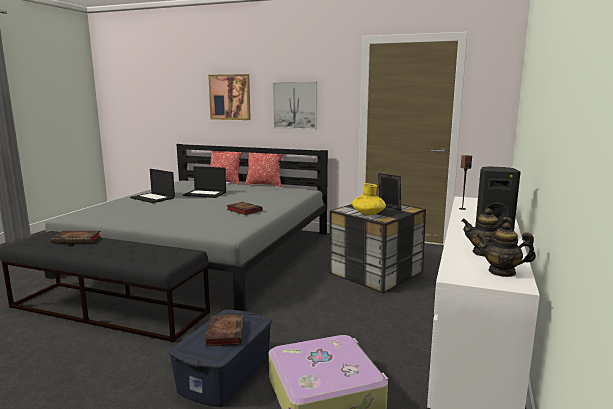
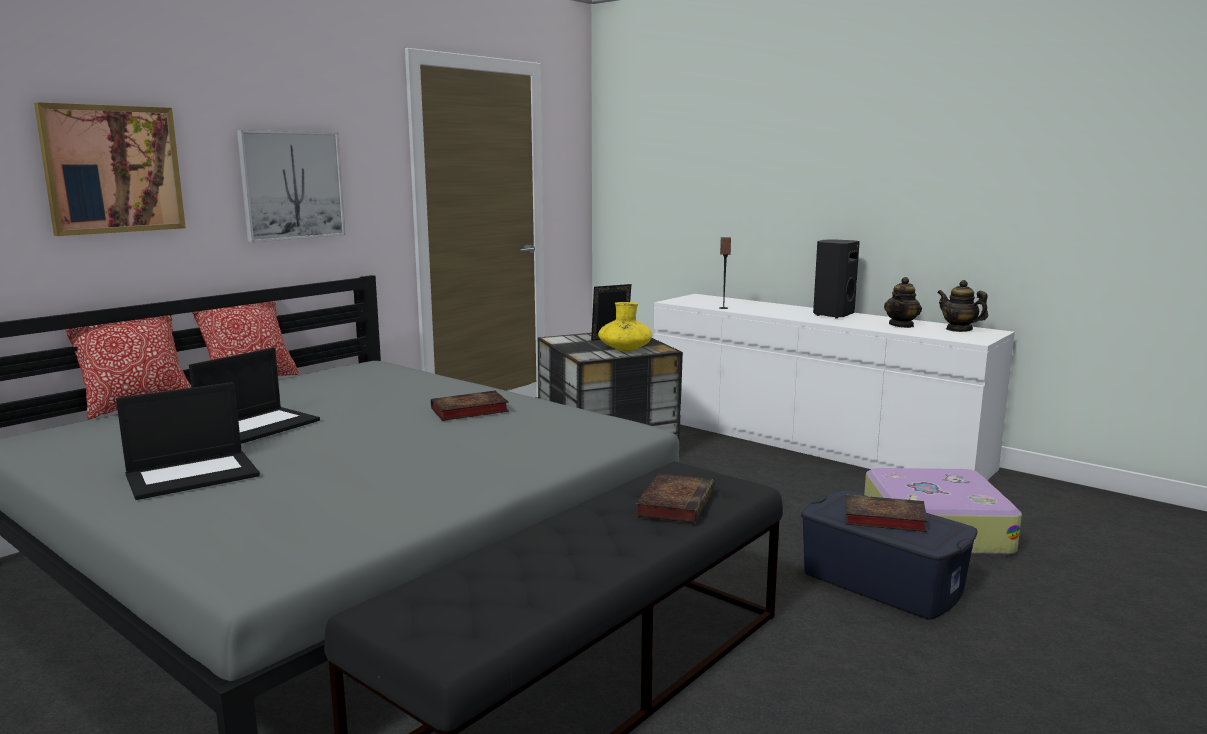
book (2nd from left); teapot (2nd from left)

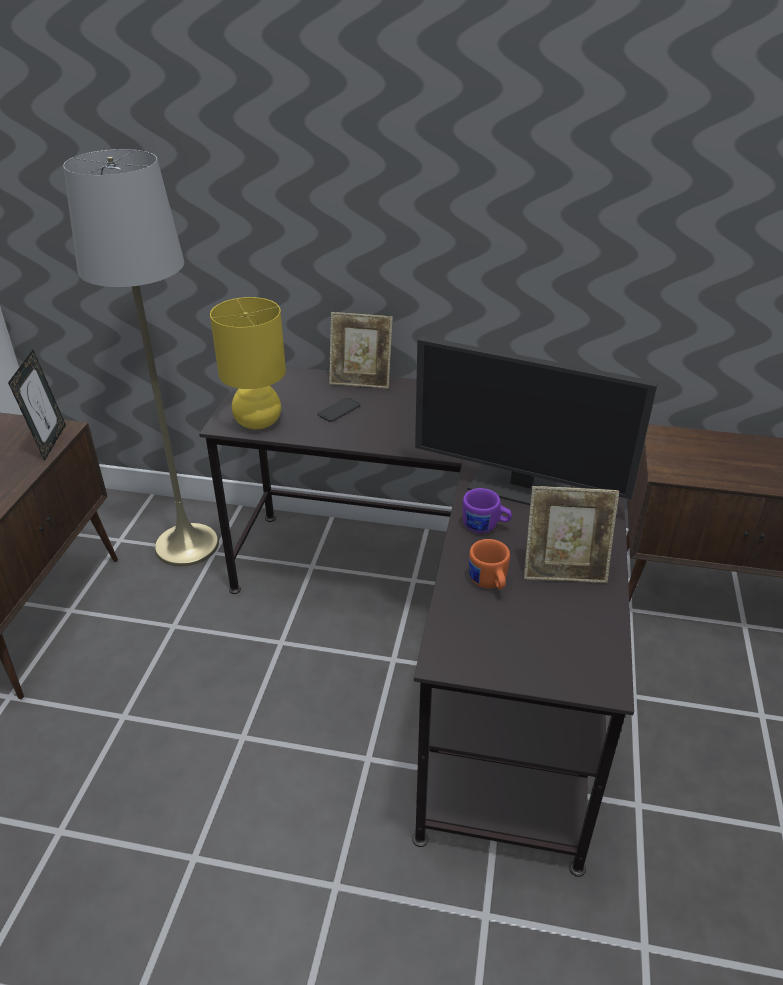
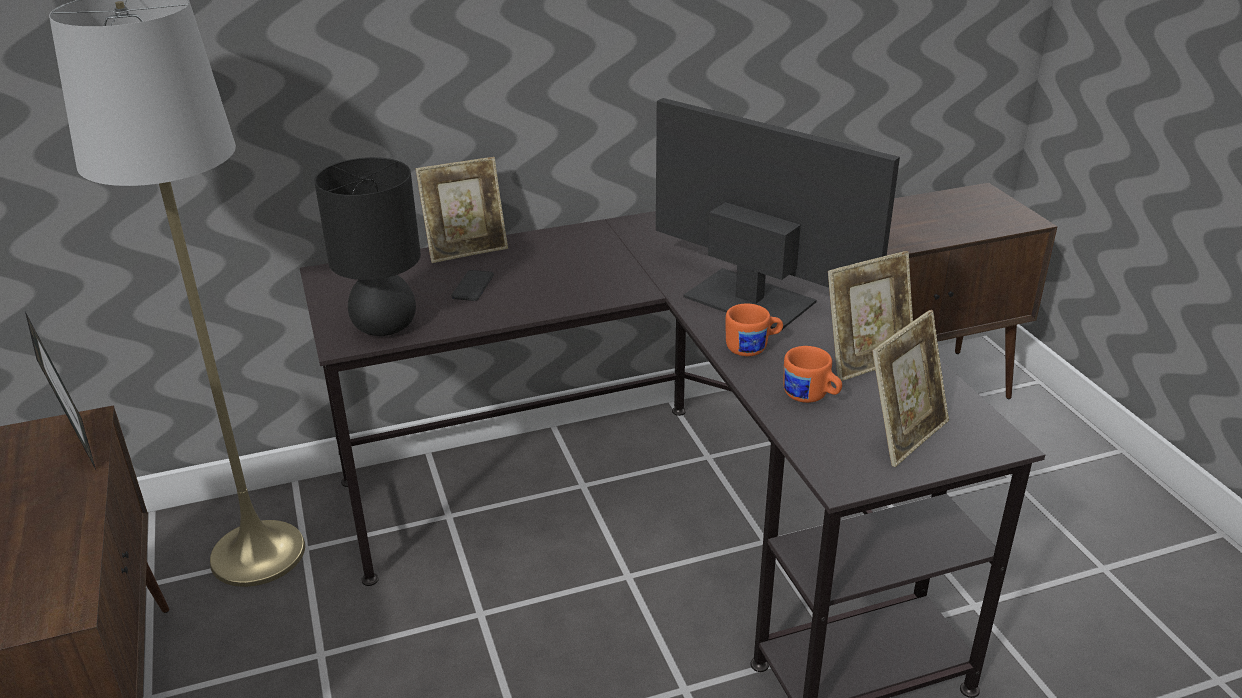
table lamp (black); monitor; mug (orange) (1st from left); picture frame (4th from left)

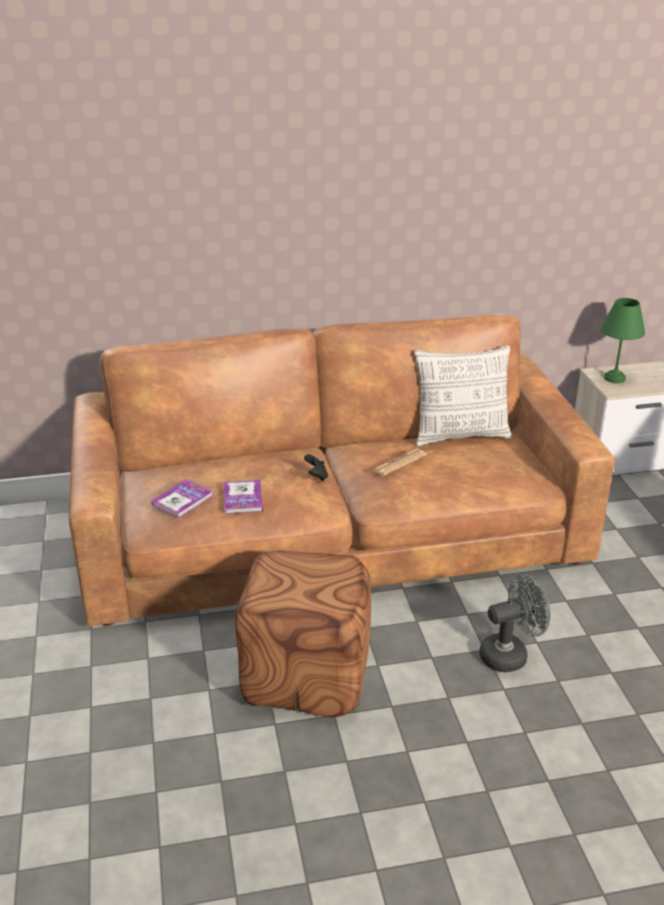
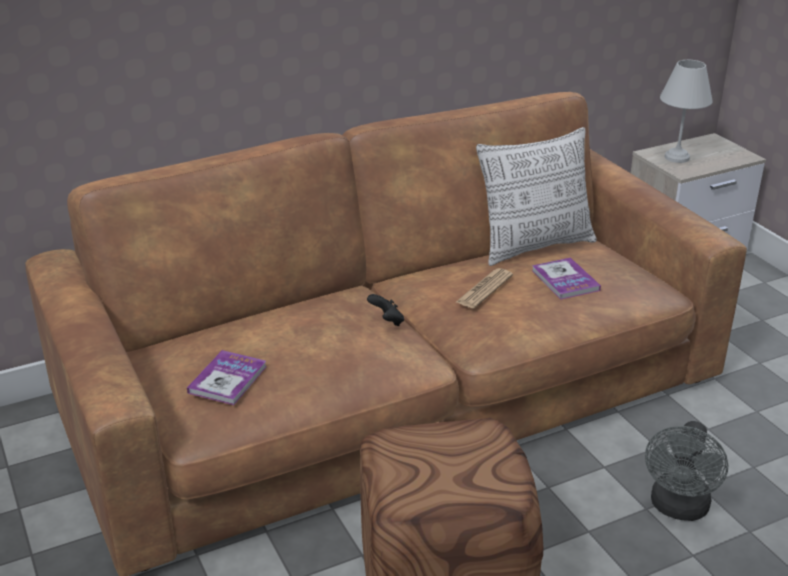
book (2nd from left); fan (grey); table lamp (white)

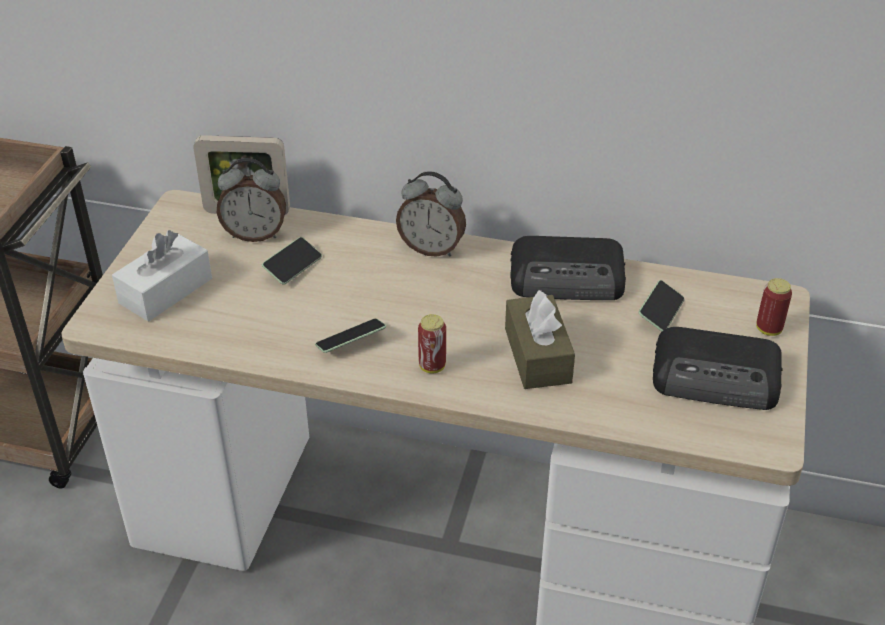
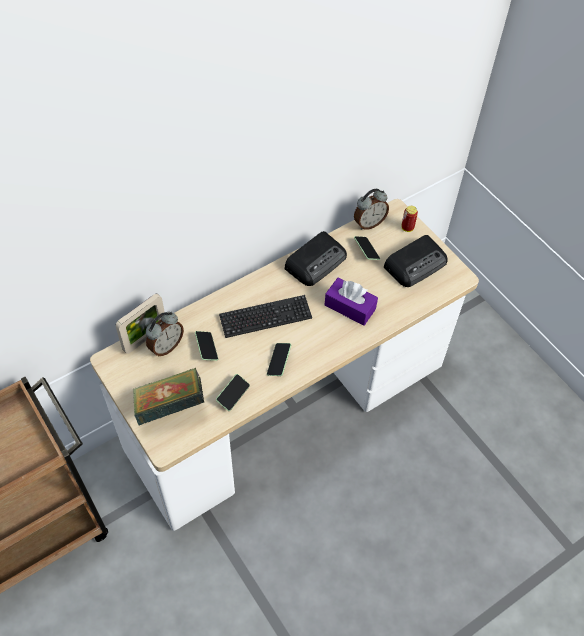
book; phone (2nd from left); keyboard; tissue box (purple); alarm clock (2nd from left); can (1st from left in the first image)

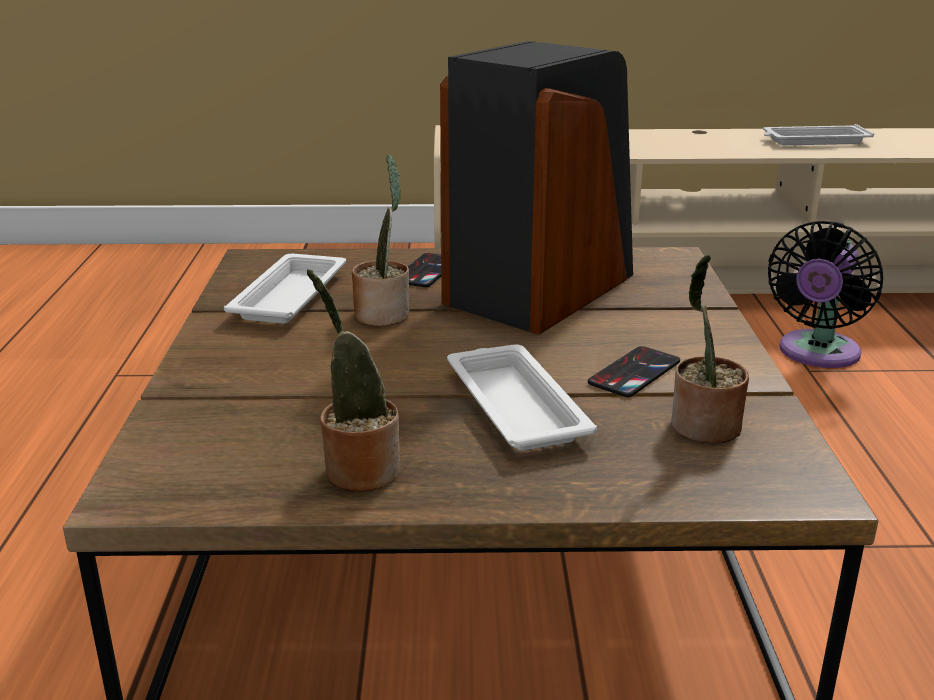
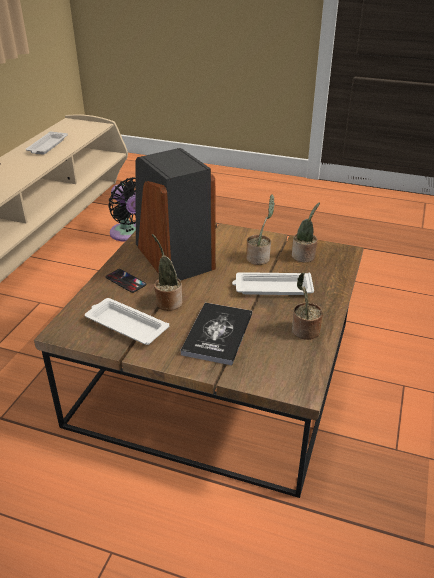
book; potted plant (2nd from left)

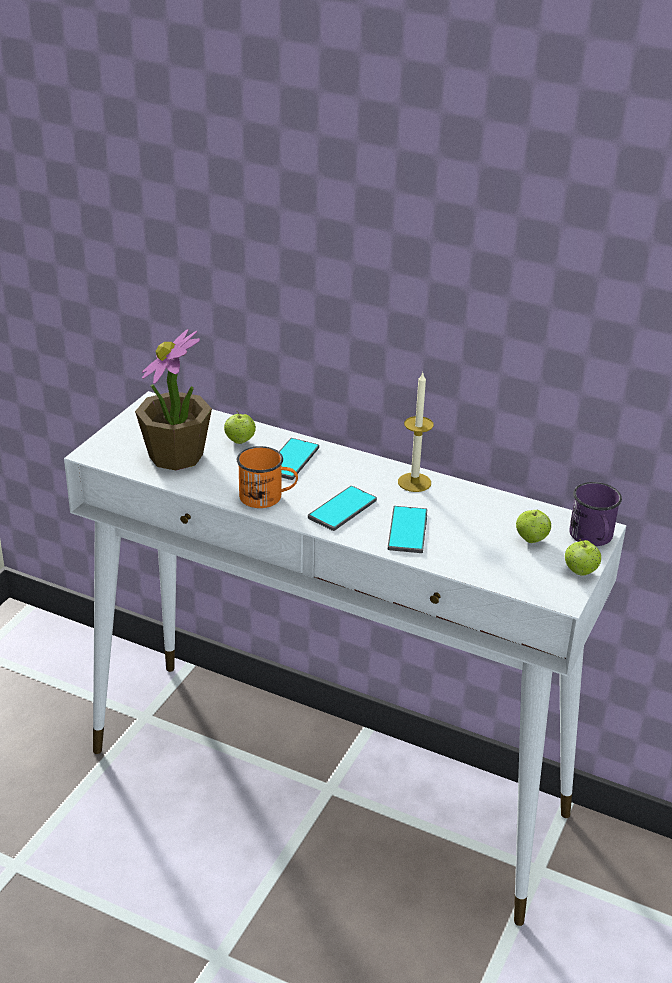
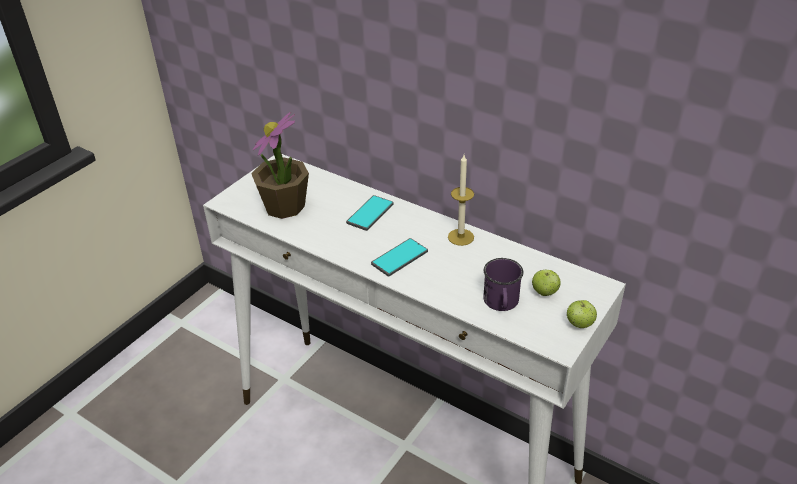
mug (purple); apple (1st from left in the first image); mug (orange); phone (3rd from left in the first image)

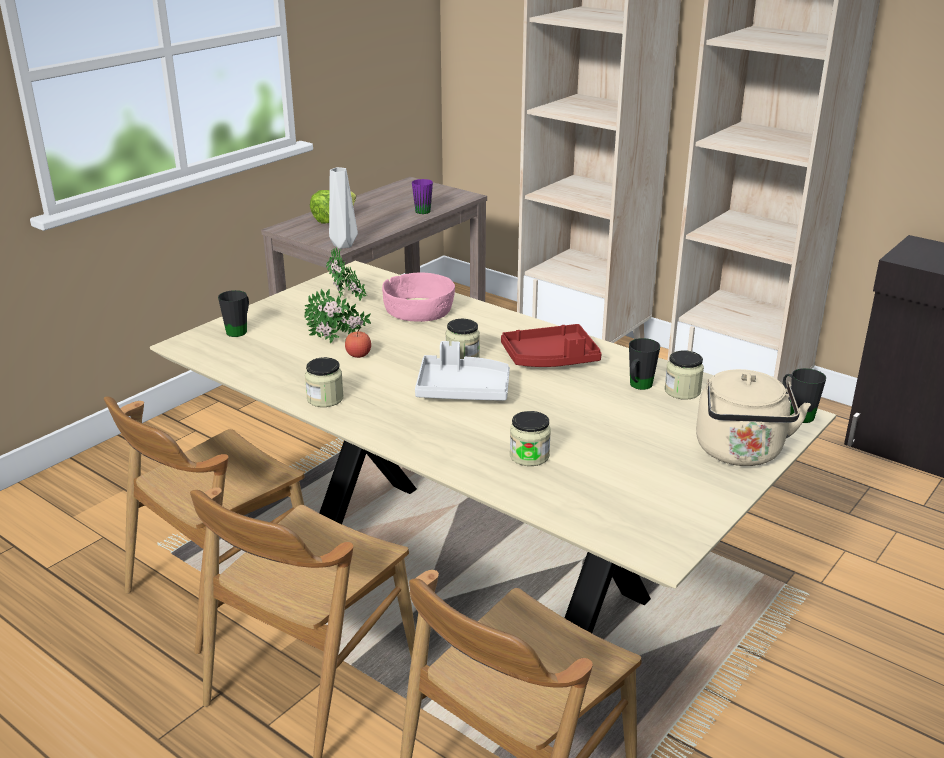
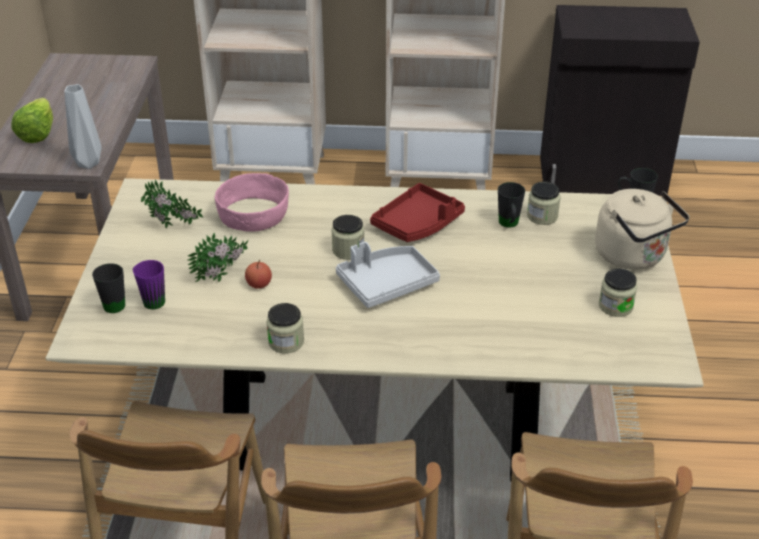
mug (purple); jar (4th from left)

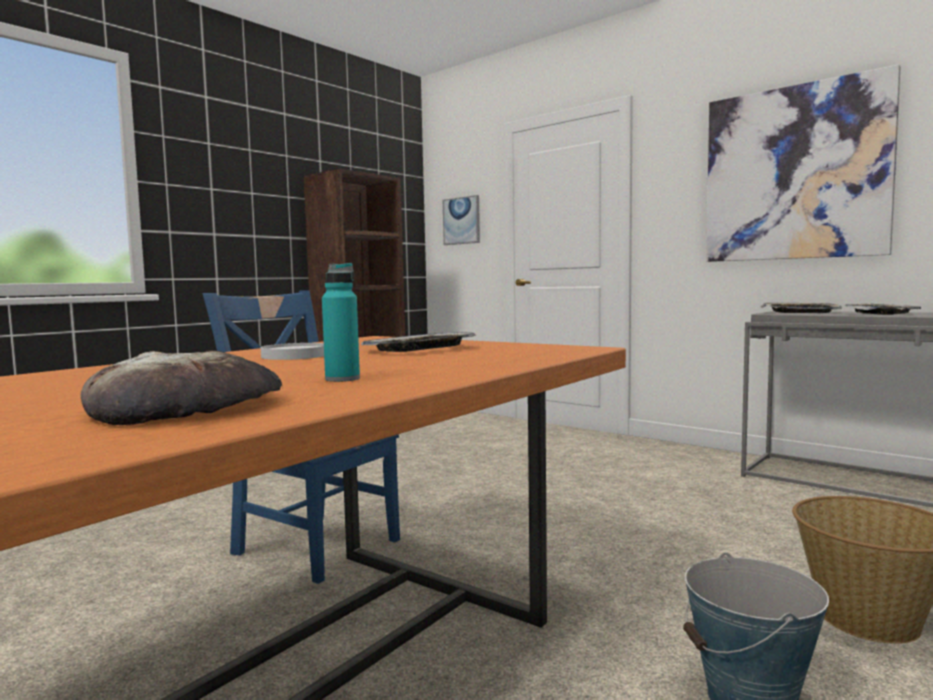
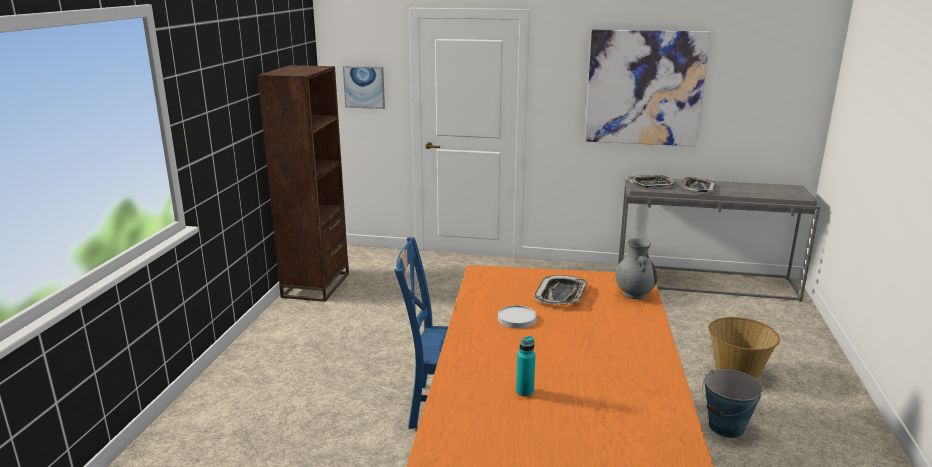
bottle (turquoise); vase (grey); bread

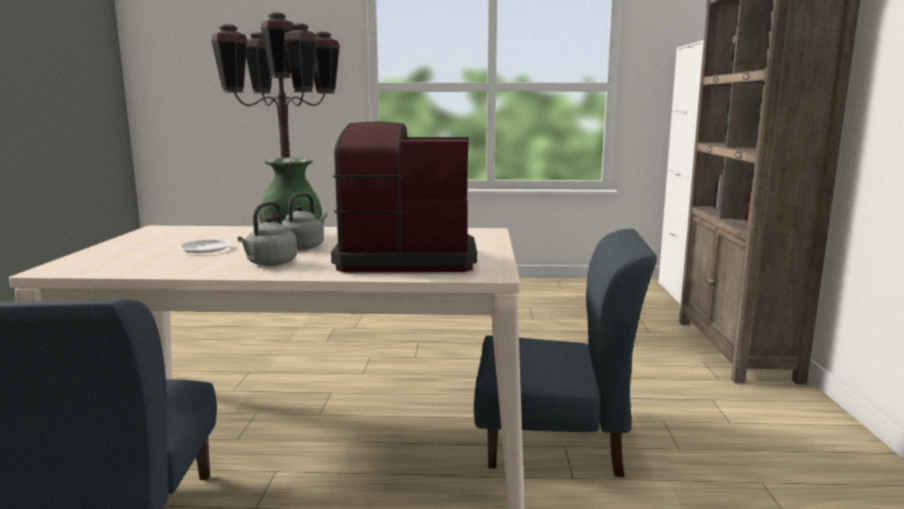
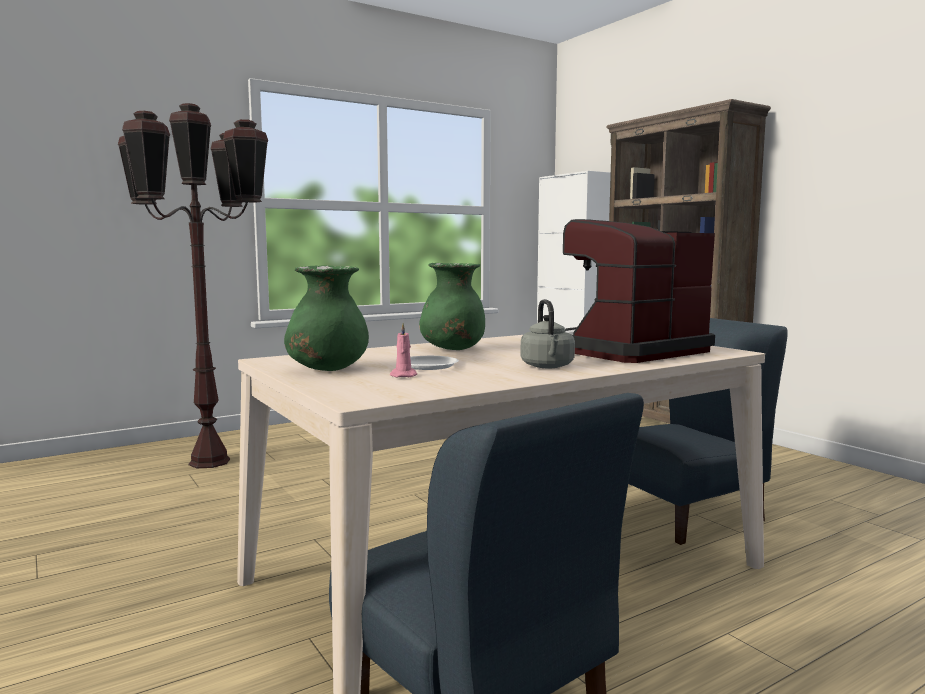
vase (green) (1st from left); candle (pink); kettle (grey) (2nd from left in the first image)

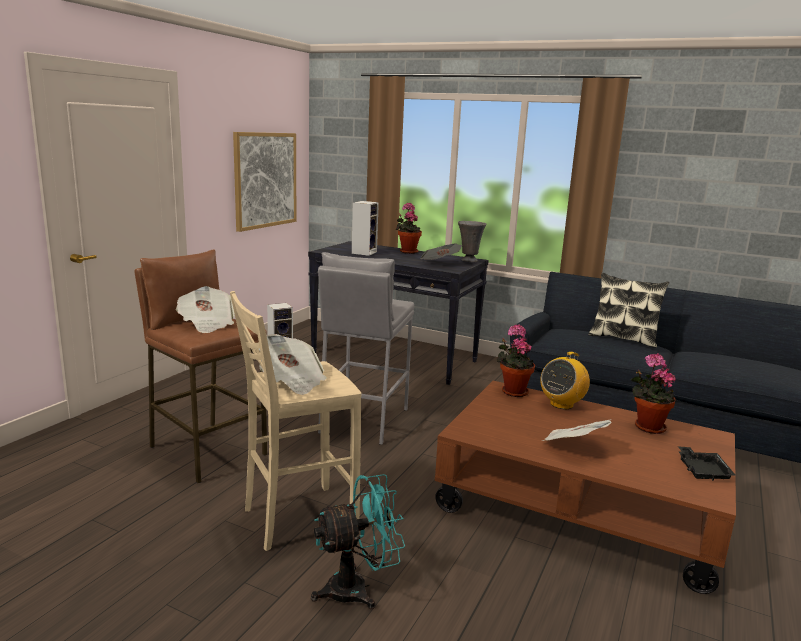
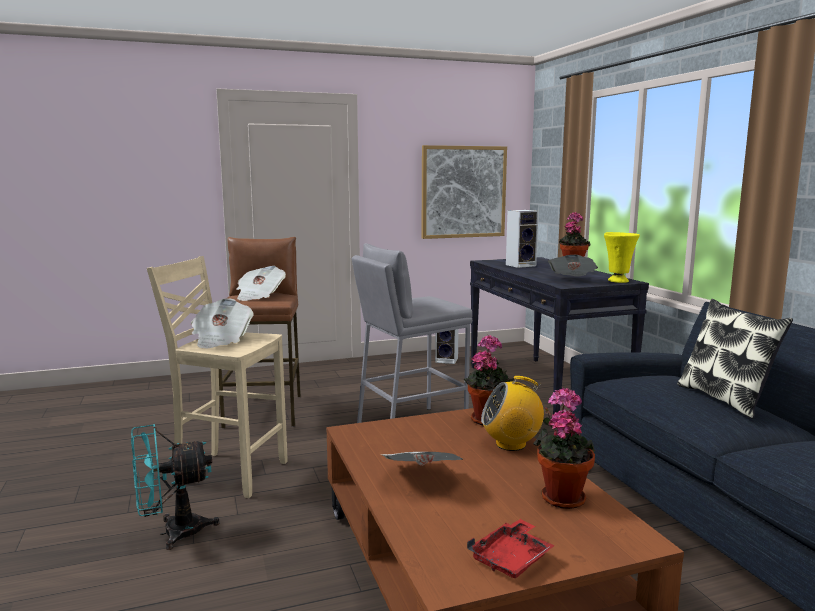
fan (turquoise); tray (red); vase (yellow)

